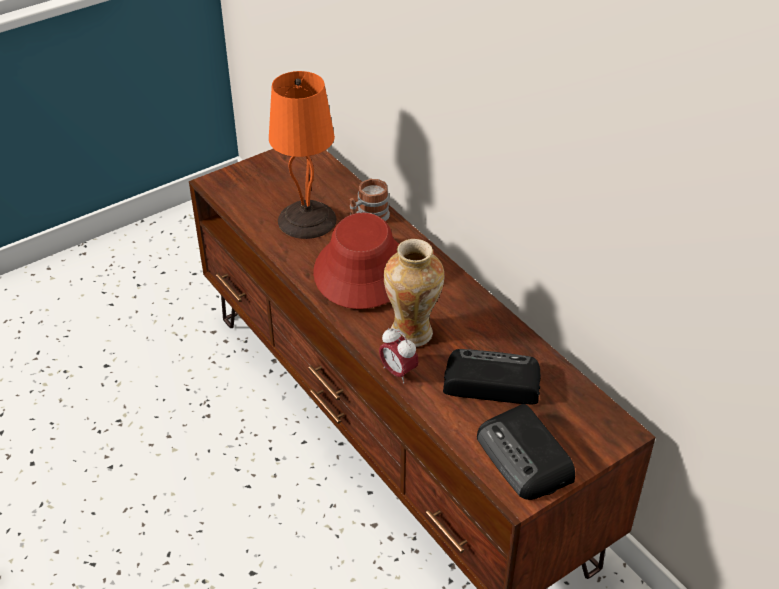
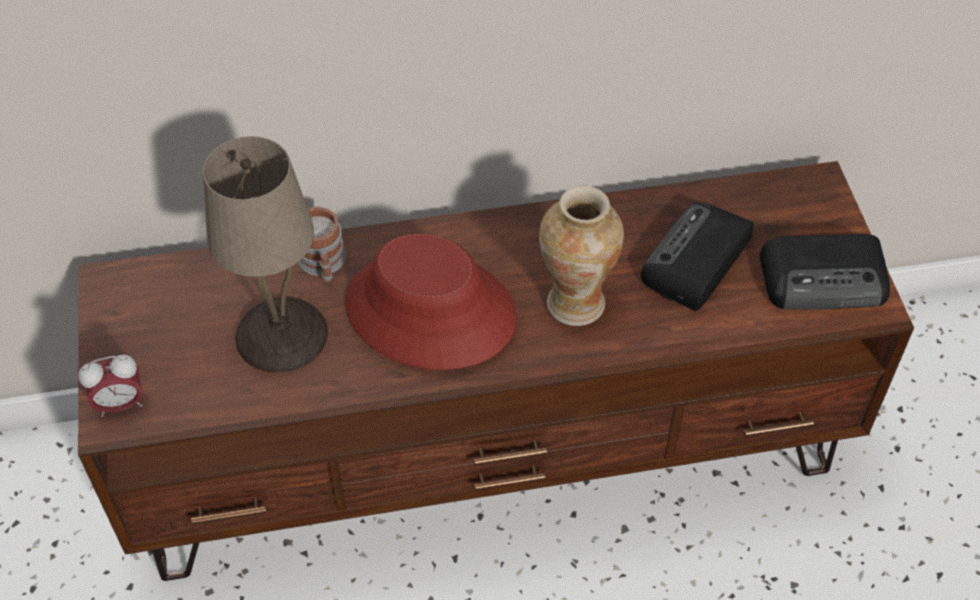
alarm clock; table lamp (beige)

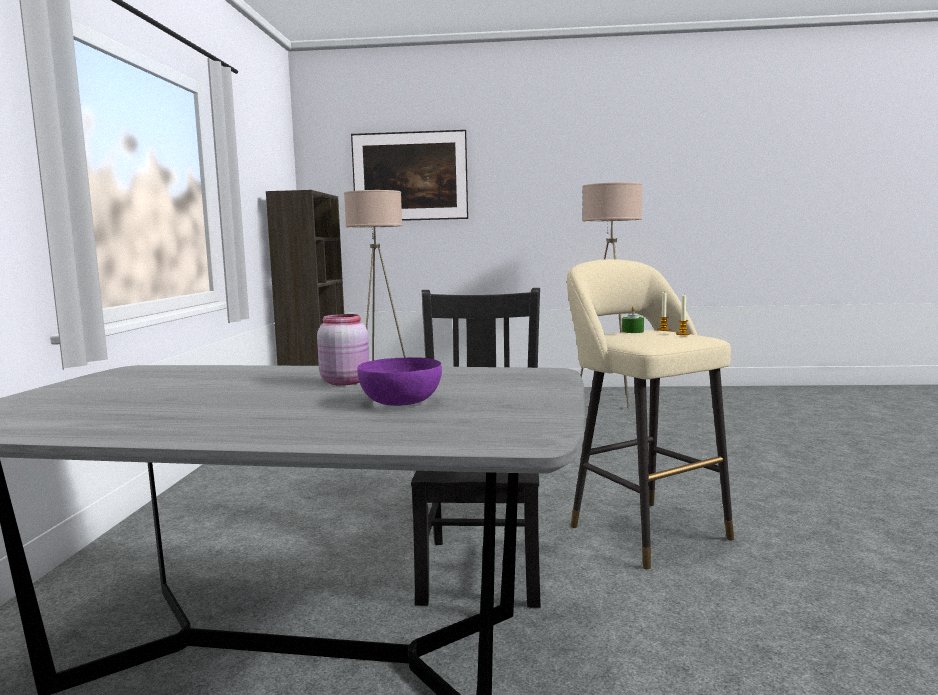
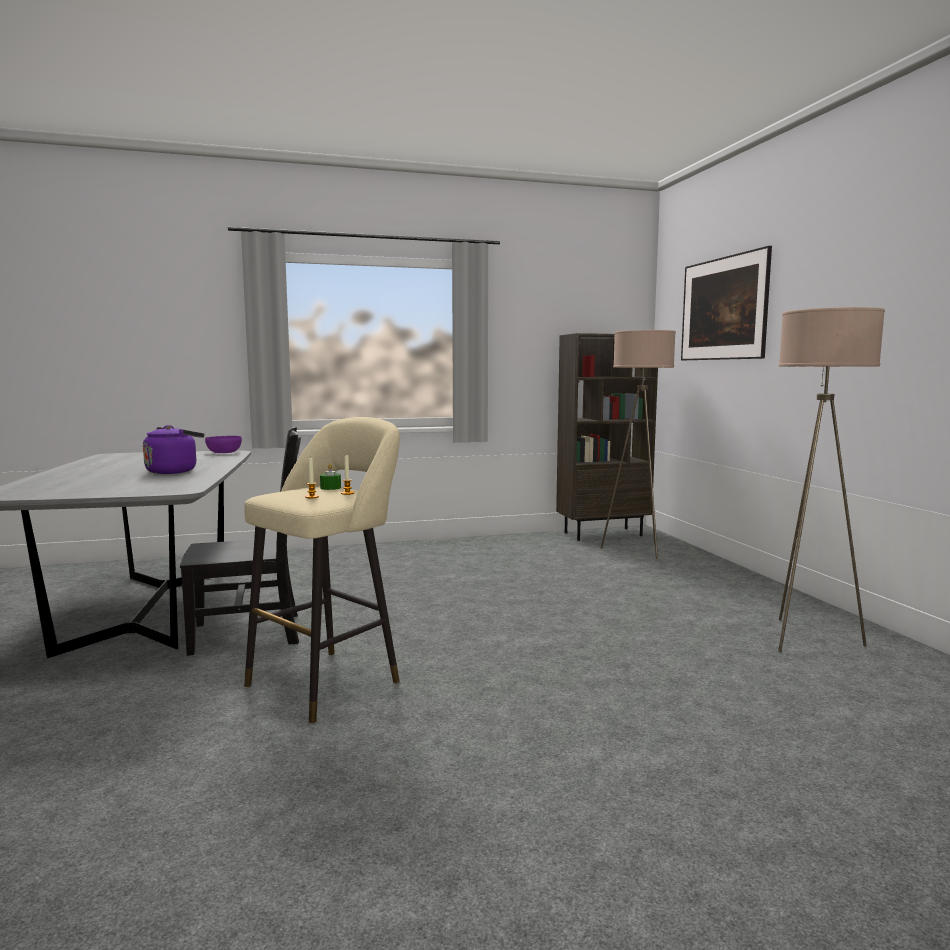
kettle (purple); bowl (purple)

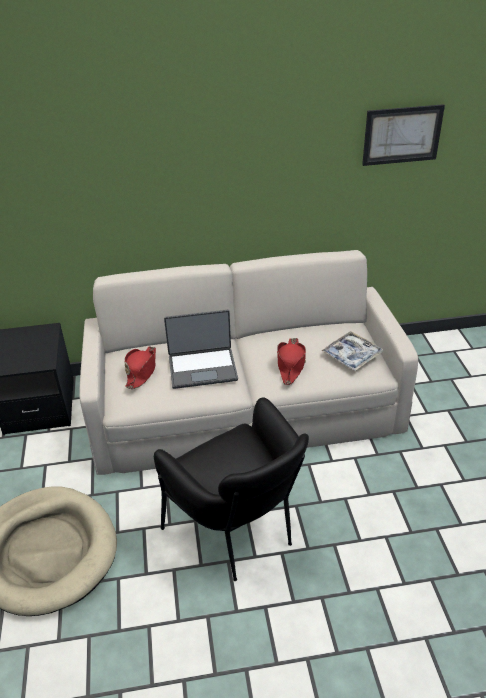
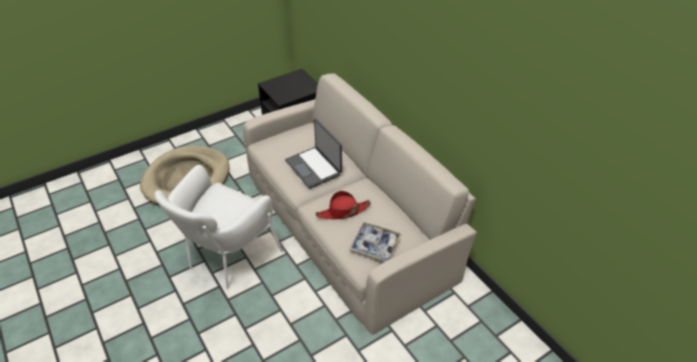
armchair (white); hat (red) (1st from left in the first image); picture

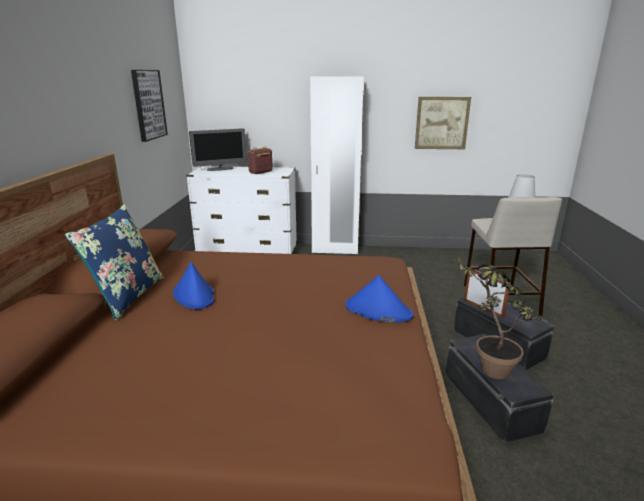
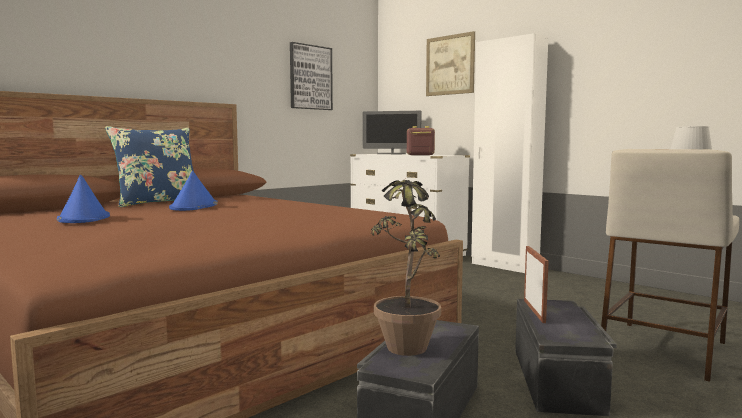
hat (blue) (1st from left); picture (2nd from left)

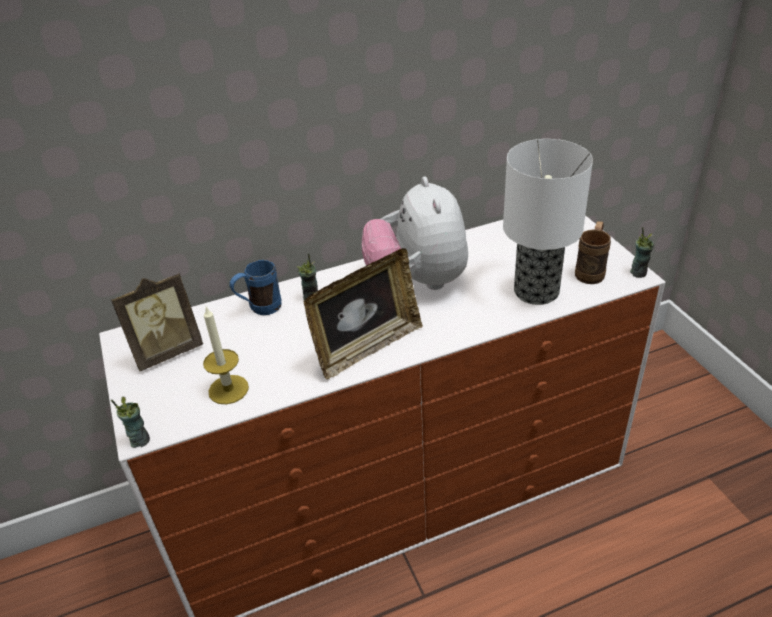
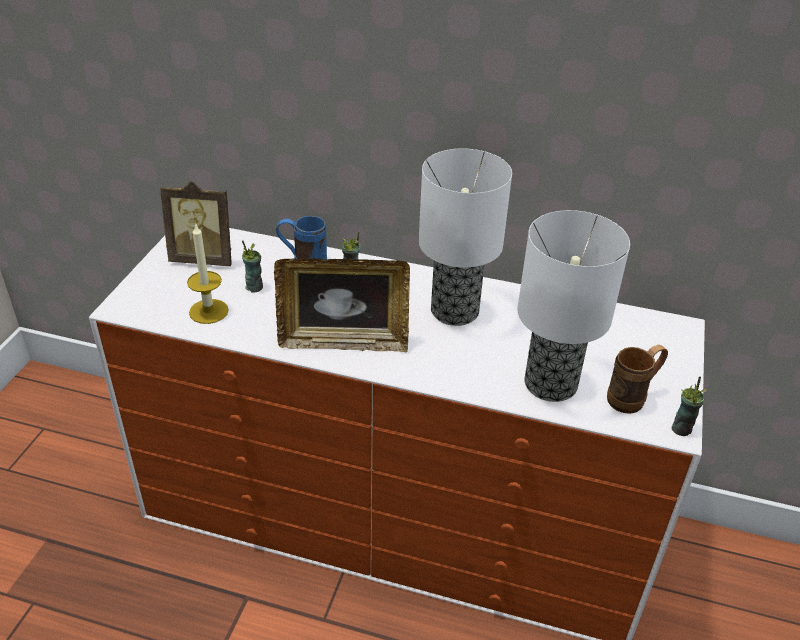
cup (1st from left); table lamp (1st from left)

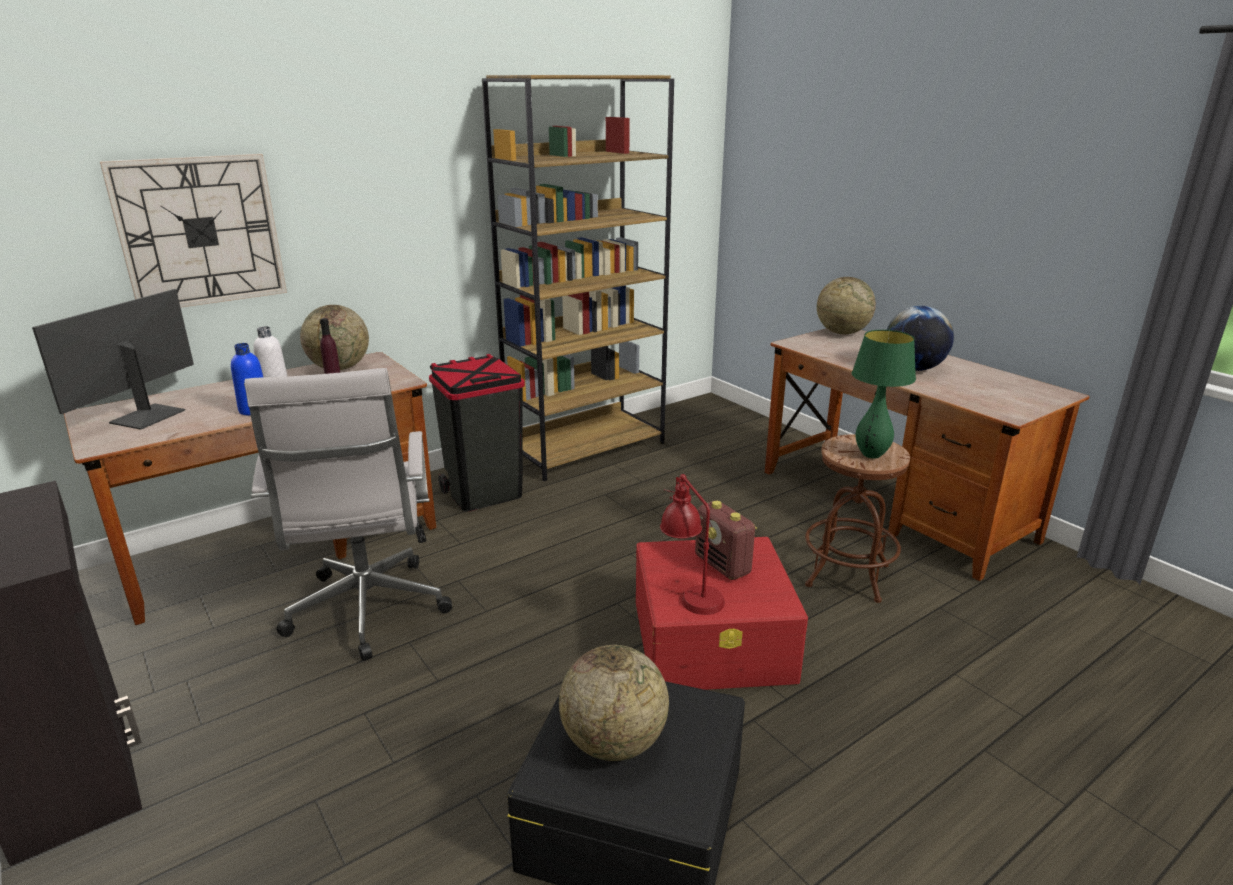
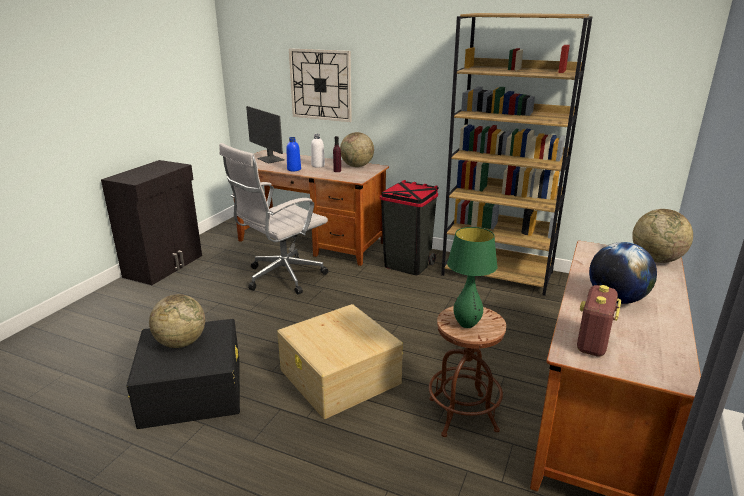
monitor; storage box (beige); radio; table lamp (red)

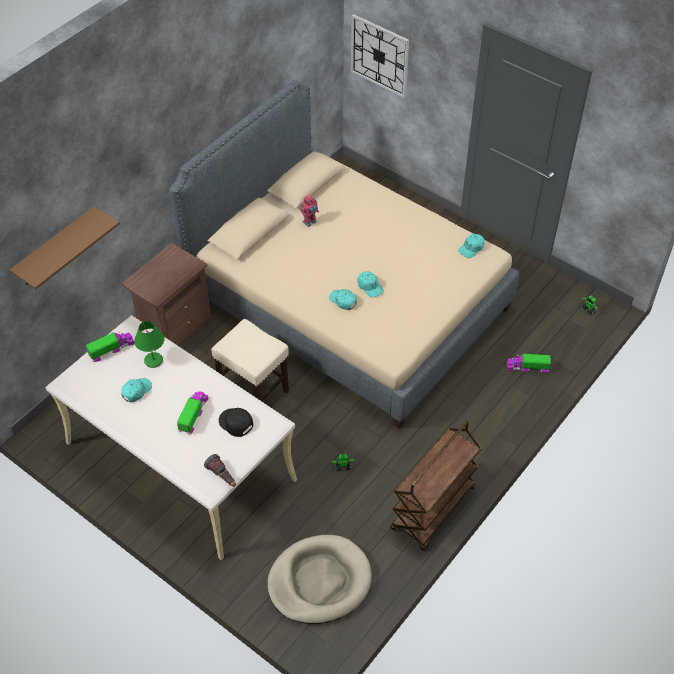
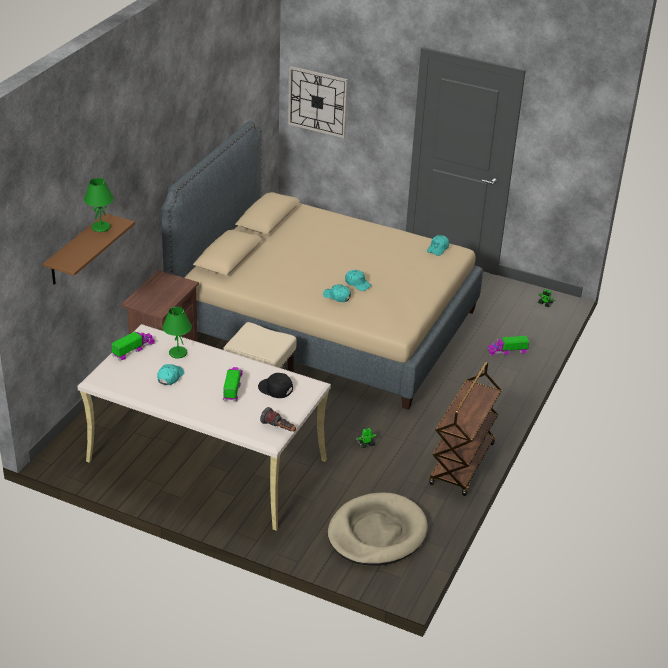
table lamp (green) (1st from left); toy robot (1st from left in the first image)

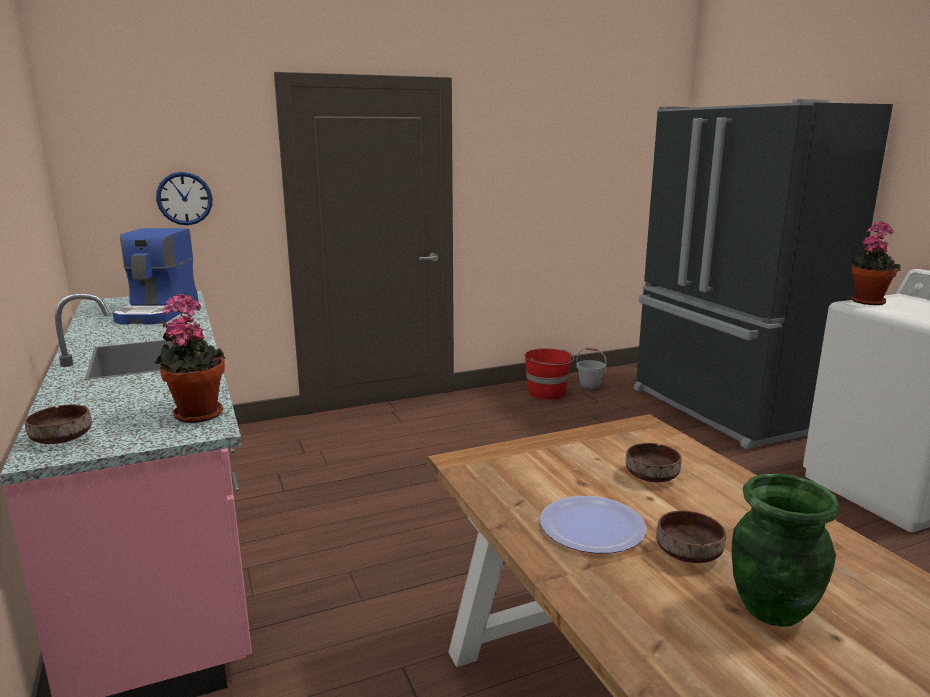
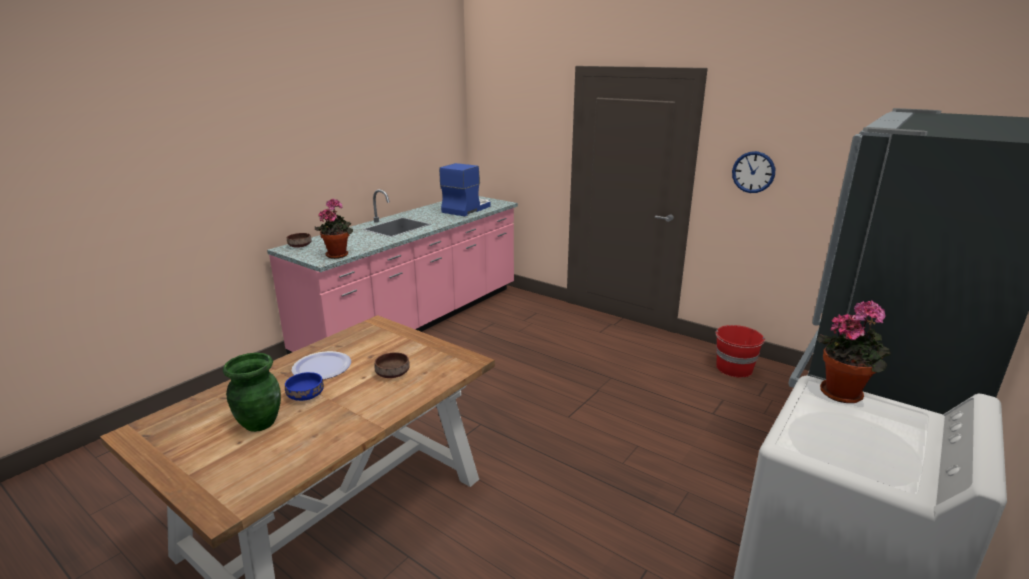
bowl (blue); coffee machine; wall clock; bucket (grey)

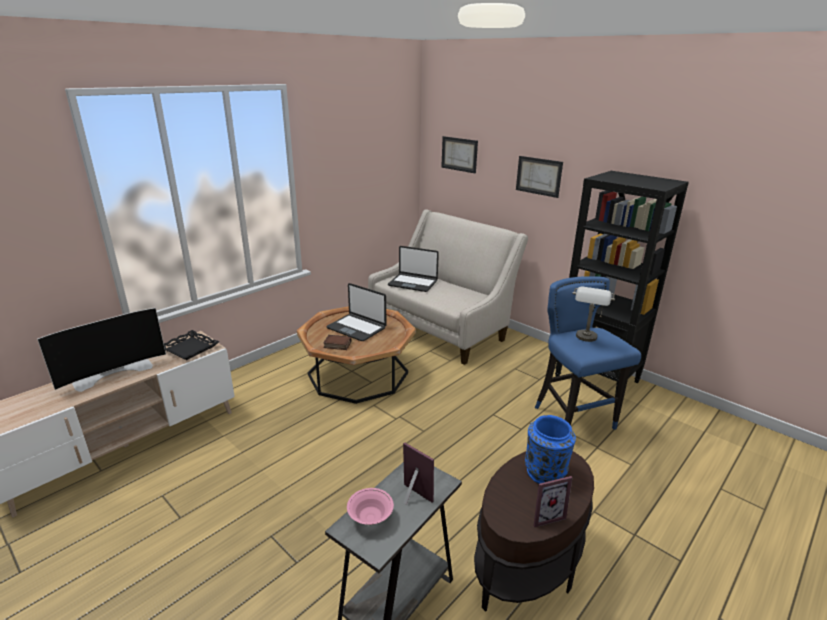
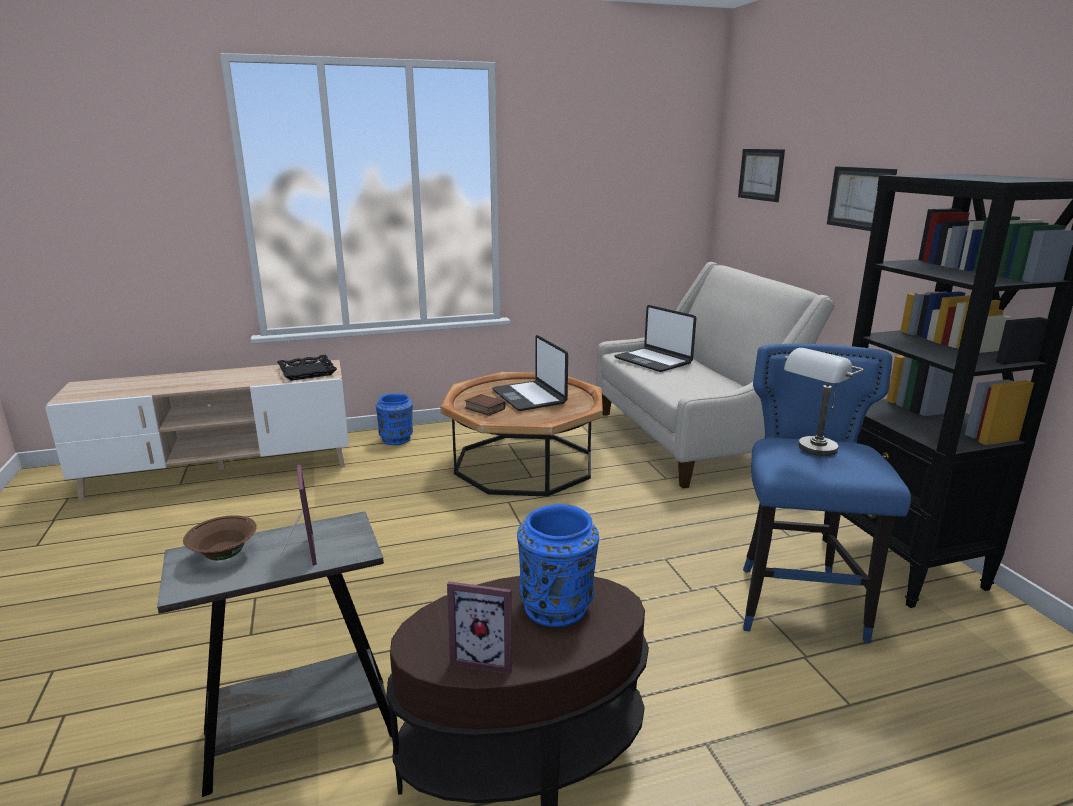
bowl (brown); vase (blue) (1st from left); television

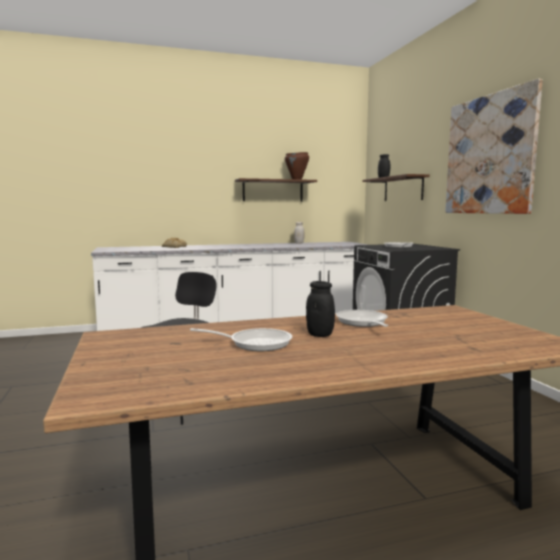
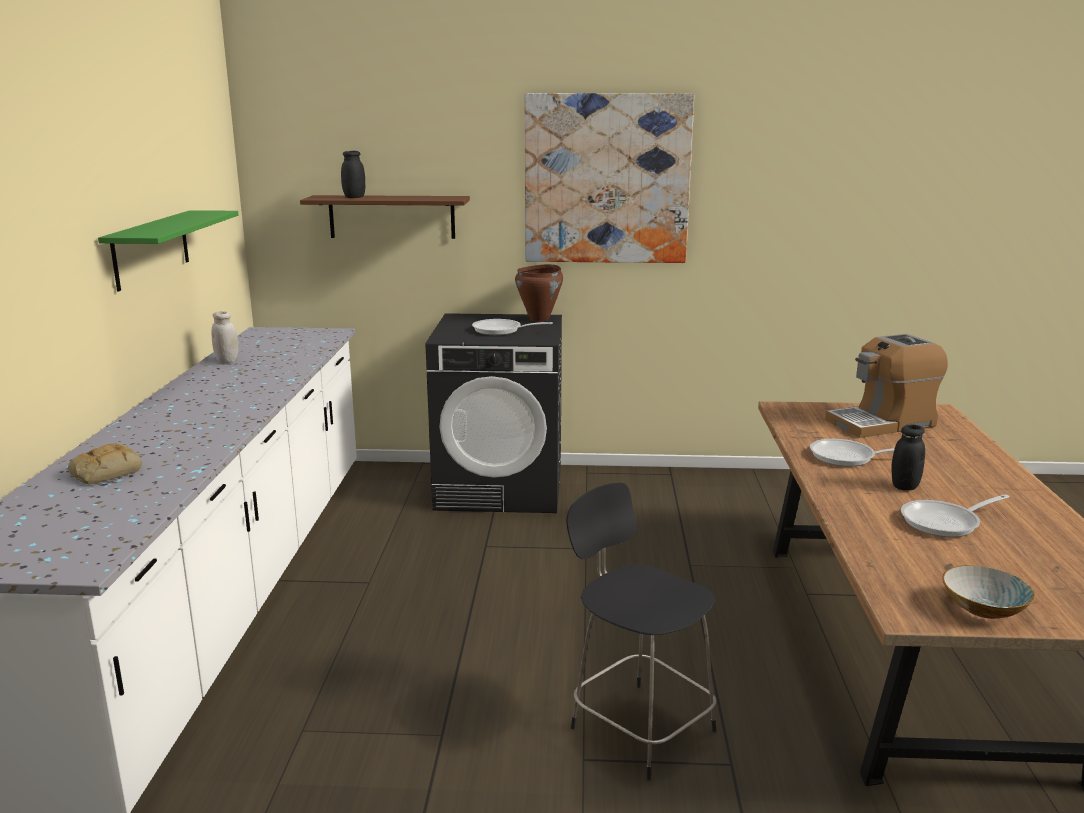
shelf (green); cooking pot (brown); coffee machine; frying pan (3rd from left); bowl

